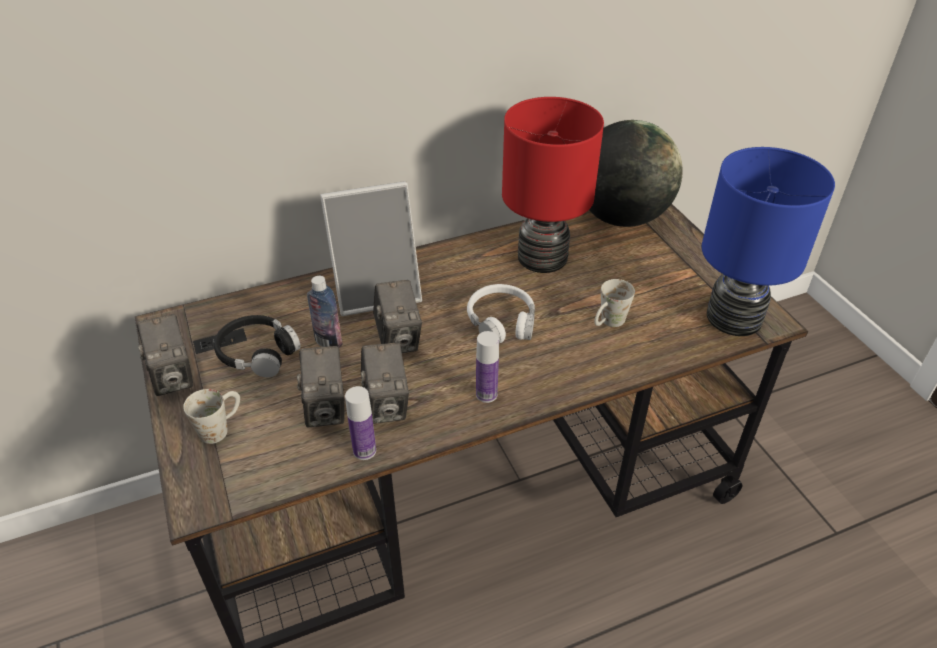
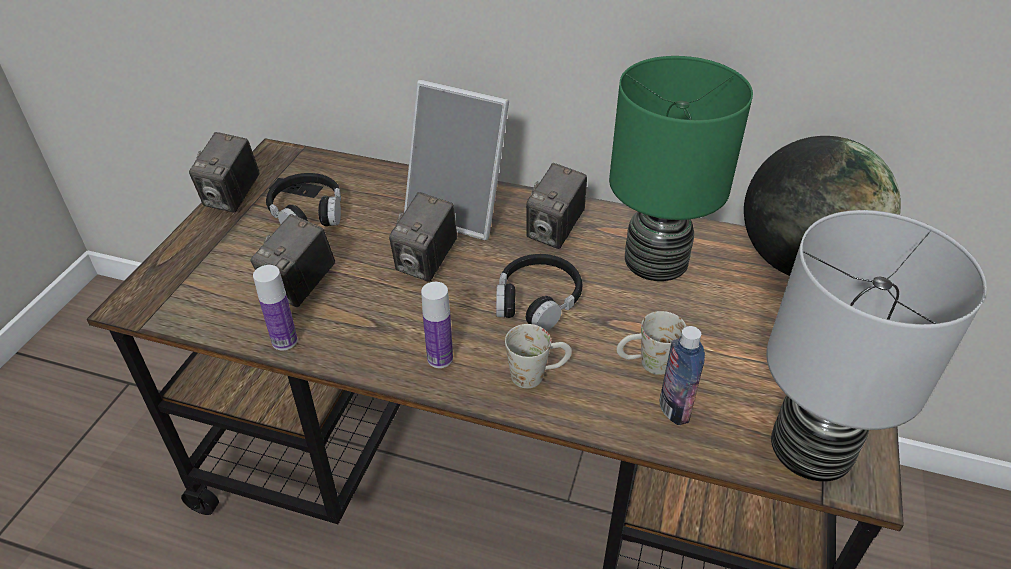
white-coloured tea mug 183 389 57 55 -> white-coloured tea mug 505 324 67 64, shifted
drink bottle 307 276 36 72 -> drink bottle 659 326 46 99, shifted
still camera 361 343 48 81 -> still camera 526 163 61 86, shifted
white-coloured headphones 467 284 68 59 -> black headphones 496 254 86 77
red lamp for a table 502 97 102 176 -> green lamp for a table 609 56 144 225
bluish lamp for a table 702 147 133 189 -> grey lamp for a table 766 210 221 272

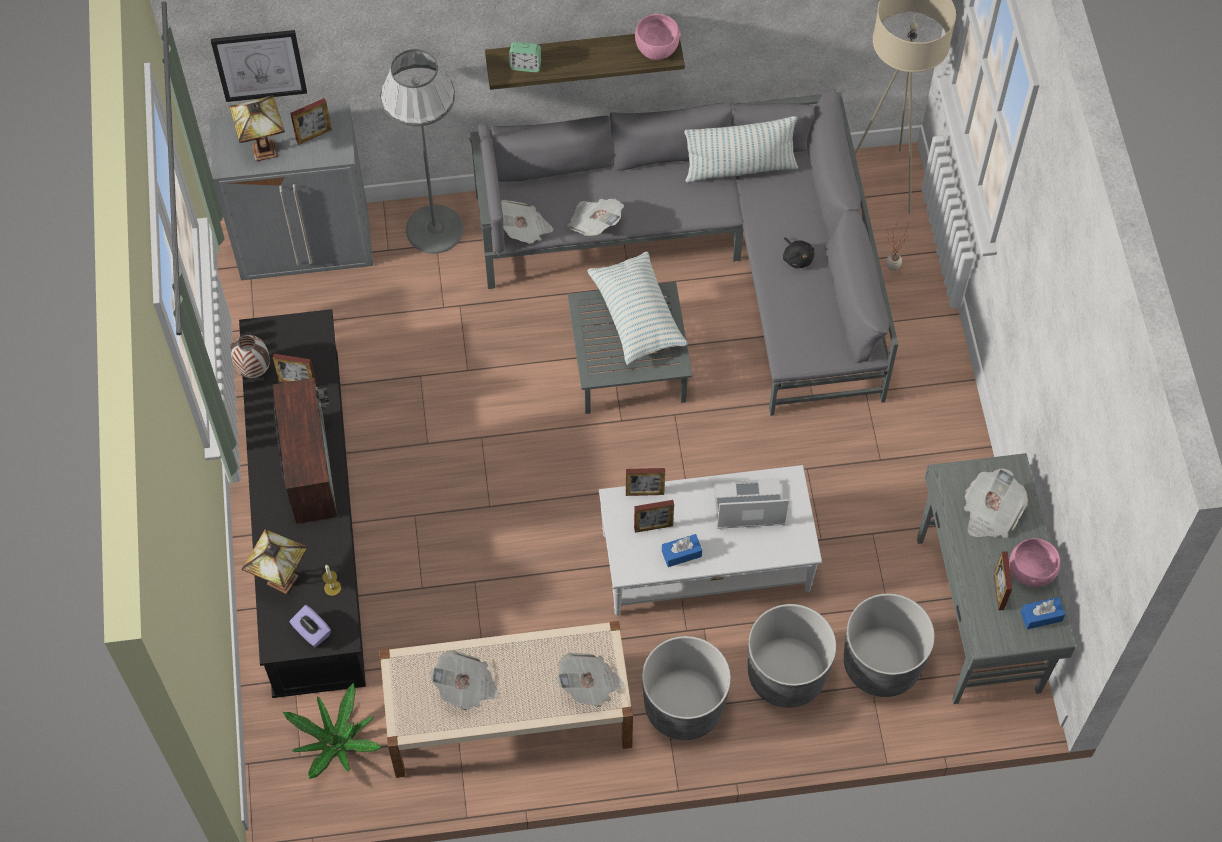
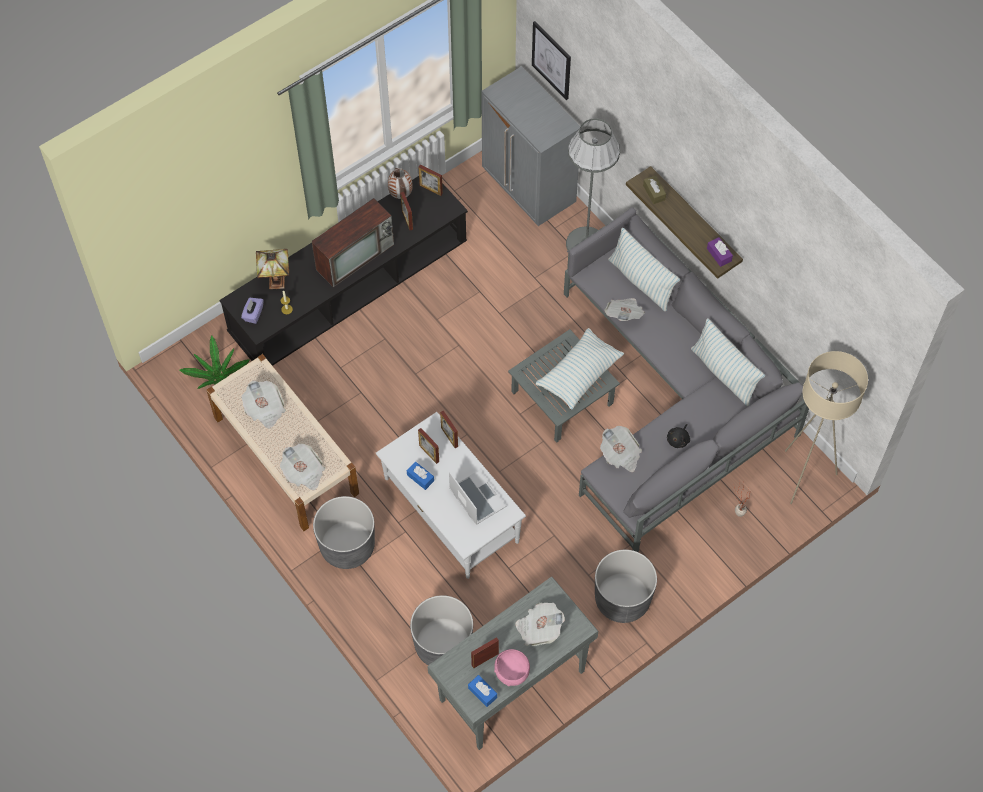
lamp for a table 230 95 55 66 -> none
none -> pillow 608 228 72 83
picture frame 290 98 42 47 -> picture frame 418 165 25 31, shifted
newspaper 501 200 52 44 -> newspaper 600 426 42 46, shifted
grey flower pot 748 604 88 104 -> grey flower pot 595 550 62 73, shifted
alarm clock 509 42 32 30 -> brownish tissue box 643 175 23 29
pink-coloured deep dish 635 14 46 46 -> purple tissue box 707 237 26 30

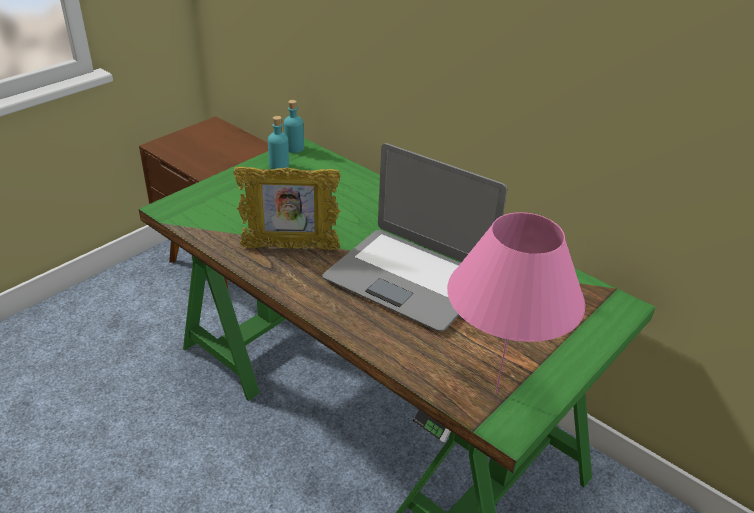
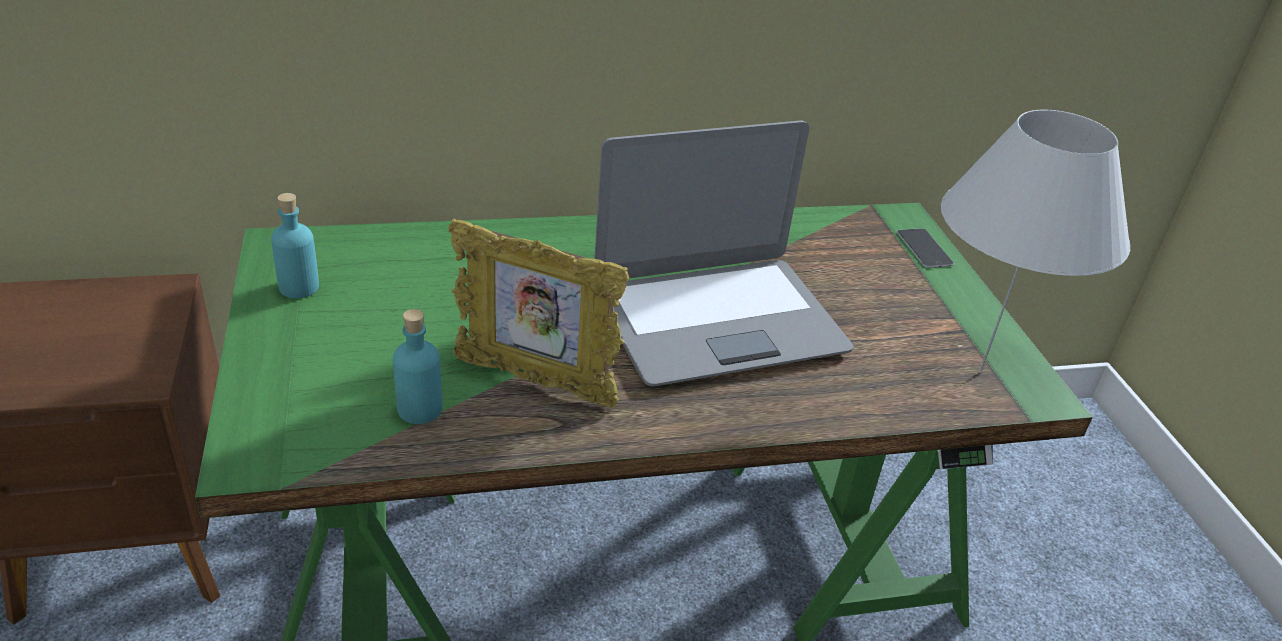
none -> telephone 897 228 57 40
turquoise drink bottle 284 100 20 53 -> turquoise drink bottle 393 309 49 115, shifted
pink-coloured lamp for a table 447 212 138 182 -> white-coloured lamp for a table 941 110 189 263
picture frame 233 167 108 83 -> picture frame 448 219 181 189, 75 degrees clockwise

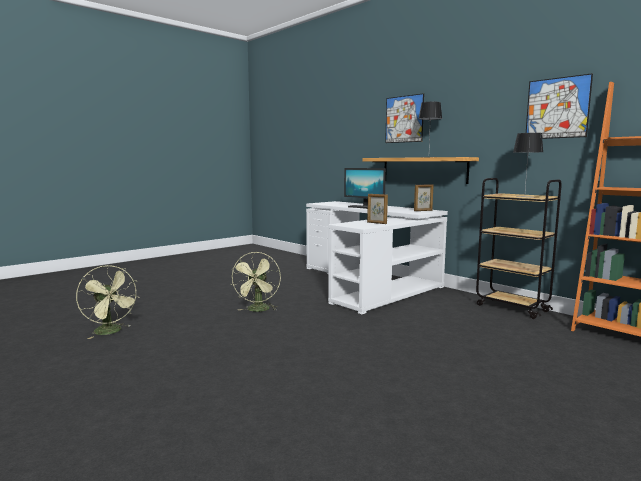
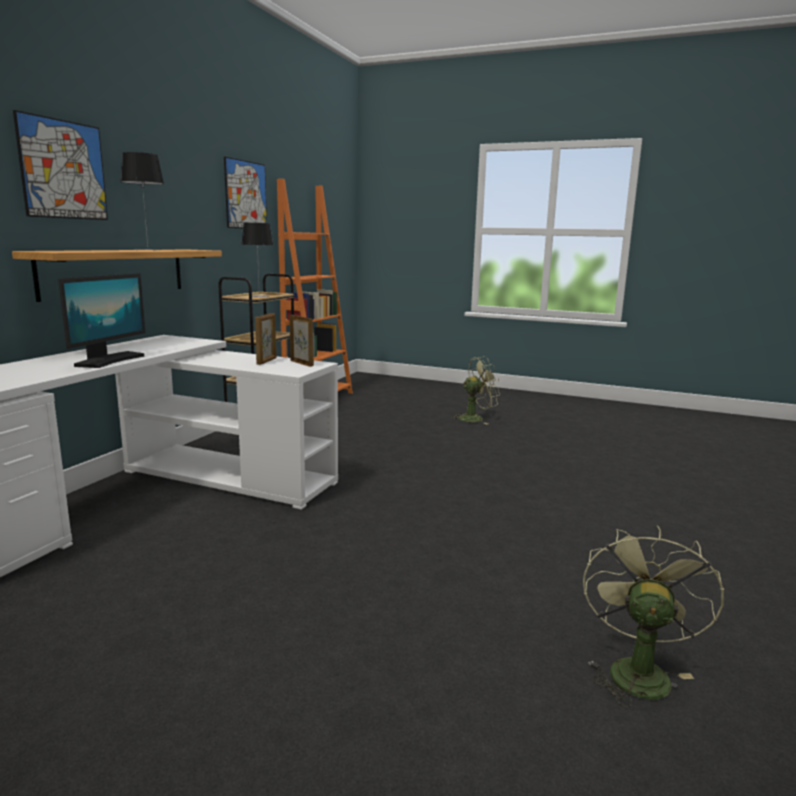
green cooling fan 231 252 50 60 -> green cooling fan 451 356 49 68, shifted
picture frame 414 184 19 27 -> picture frame 289 315 25 52, shifted

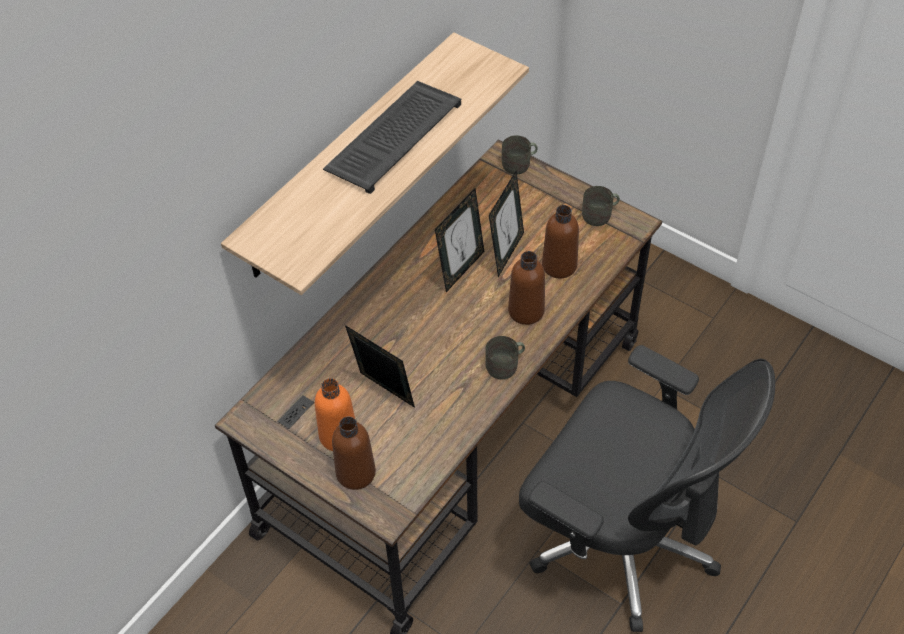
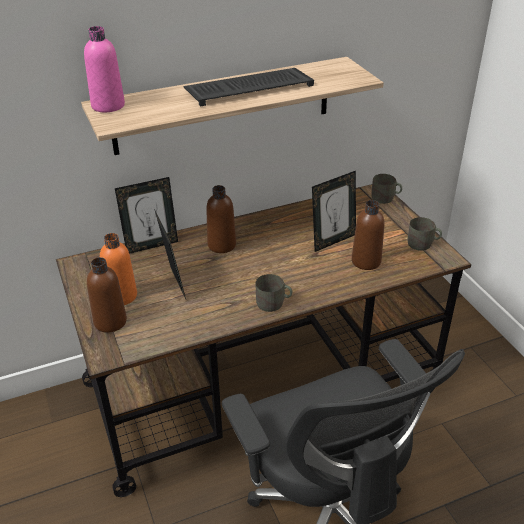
none -> pink-coloured drink bottle 84 26 41 86
picture frame 435 188 49 104 -> picture frame 115 177 63 77, shifted
brownish drink bottle 508 251 37 74 -> brownish drink bottle 206 185 30 68, shifted

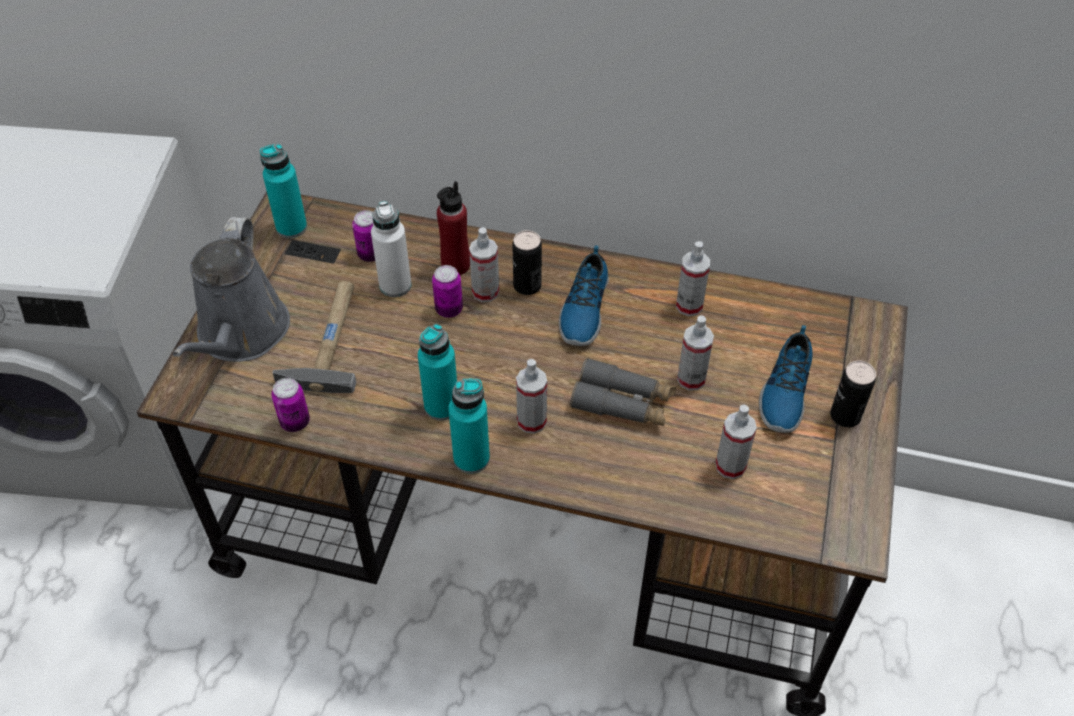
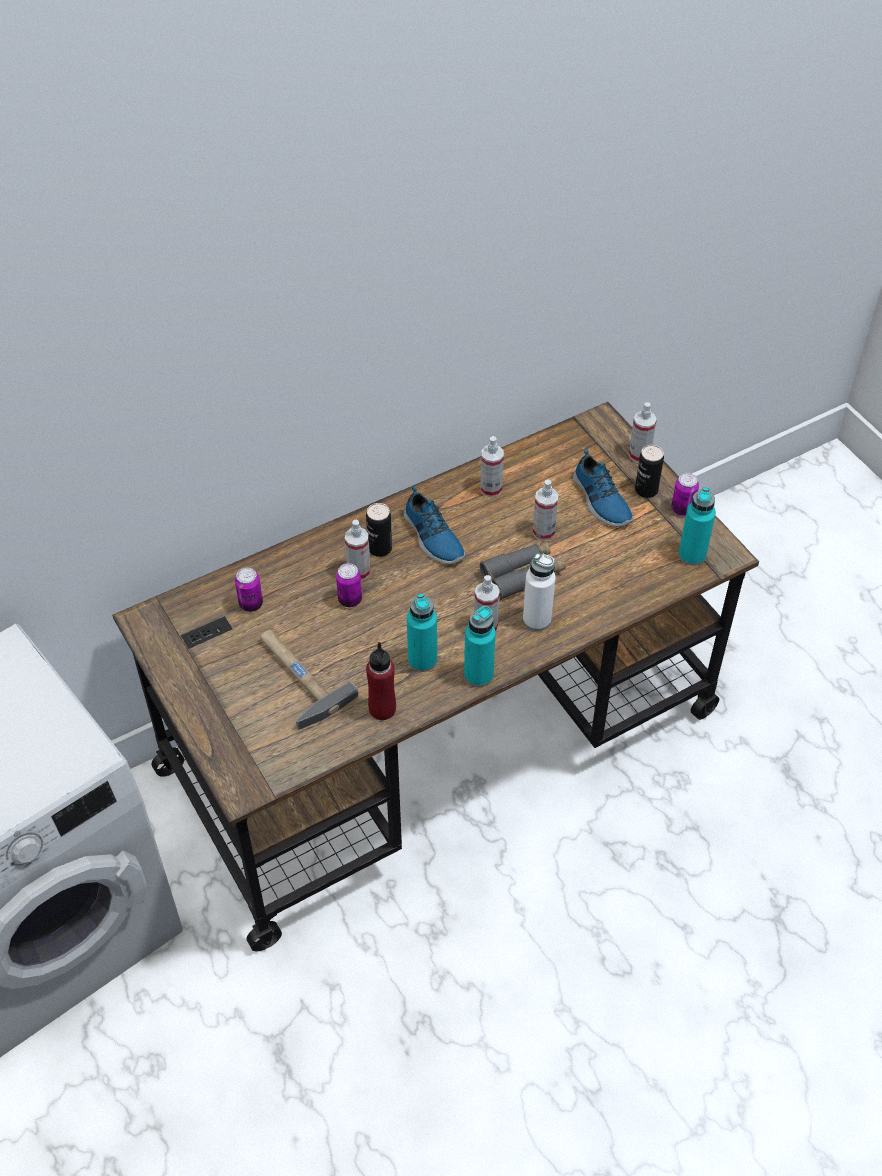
grey sprinkling can 173 217 117 145 -> none
turquoise drink bottle 260 144 47 94 -> turquoise drink bottle 678 487 38 79, shifted
sealed can 271 378 39 54 -> sealed can 671 473 28 43, shifted
white-coloured drink bottle 371 201 41 96 -> white-coloured drink bottle 523 553 32 78, shifted
red drink bottle 437 181 33 94 -> red drink bottle 366 642 30 78, shifted
hand sprayer 715 404 42 75 -> hand sprayer 629 402 28 61, shifted

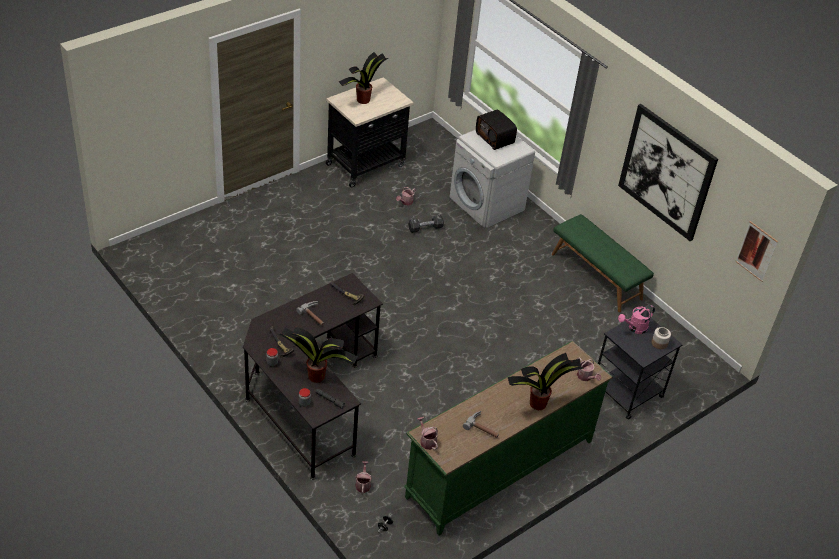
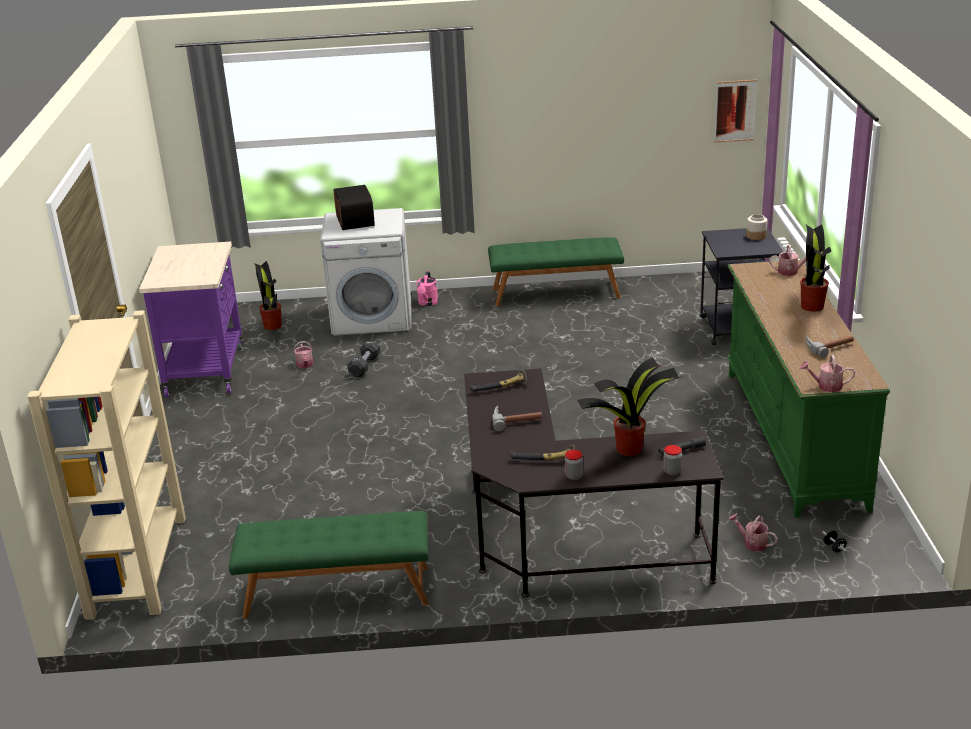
wall art 618 104 100 137 -> none
none -> beige bookcase 27 310 159 310
none -> green bench 229 511 200 108
plant in a pot 339 52 49 52 -> plant in a pot 254 261 28 69, shifted
pink-coloured sprinkling can 618 305 37 29 -> pink-coloured sprinkling can 416 271 23 35, shifted
black trolley 326 77 88 111 -> purple trolley 139 242 104 156
radio 476 110 41 40 -> radio 333 185 42 45, 105 degrees counterclockwise

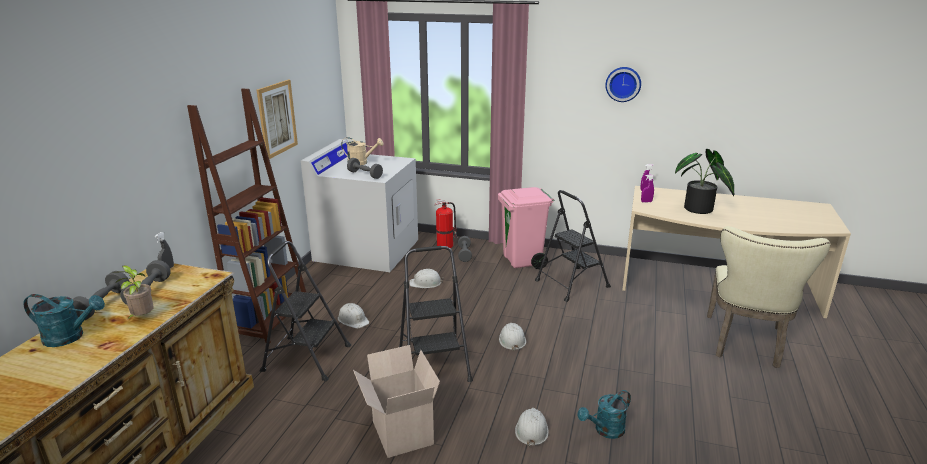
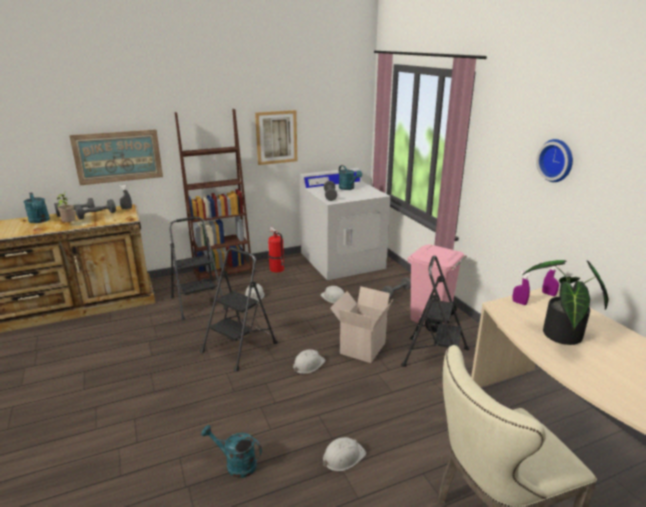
none -> wall art 69 129 94 56
carton 353 345 87 113 -> carton 330 286 63 77, shifted
extinguisher 435 199 22 49 -> extinguisher 268 227 16 45, shifted
white-coloured work helmet 515 408 34 39 -> white-coloured work helmet 323 437 43 34, shifted
beige sprinkling can 341 137 42 28 -> turquoise sprinkling can 339 165 23 25

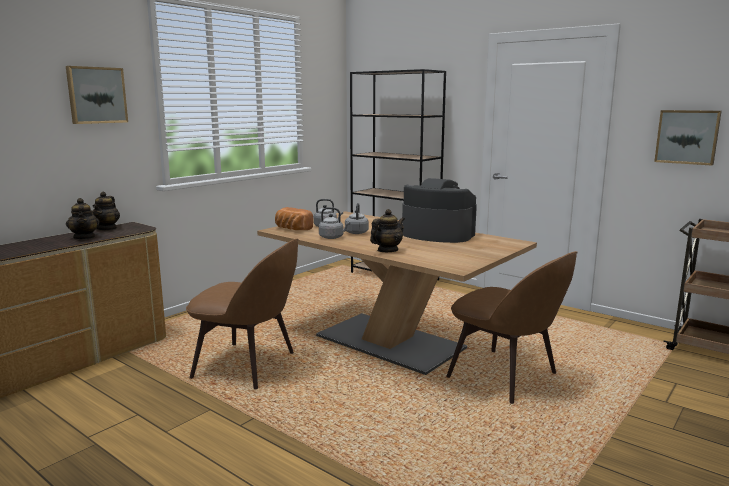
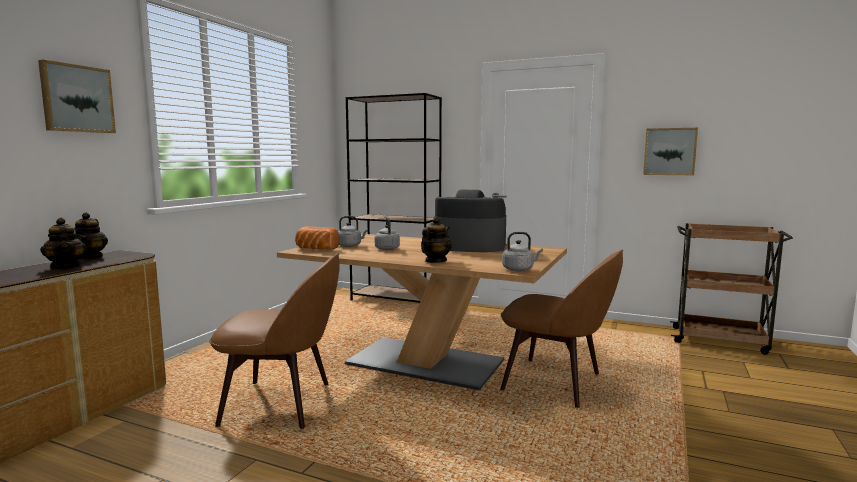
grey water kettle 319 207 31 32 -> grey water kettle 502 232 41 39, shifted

